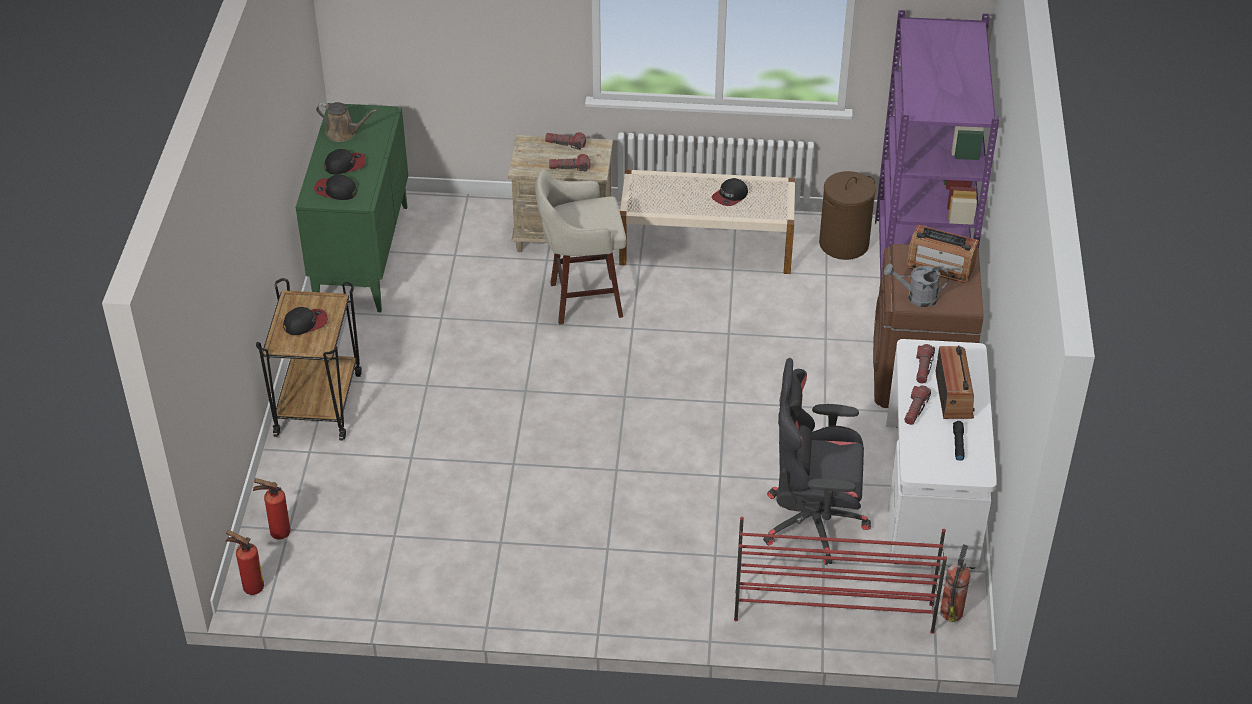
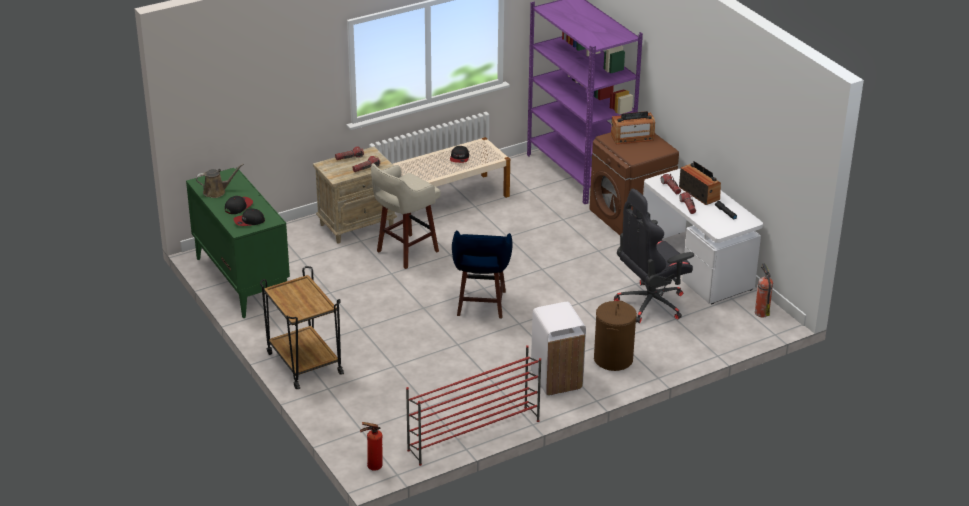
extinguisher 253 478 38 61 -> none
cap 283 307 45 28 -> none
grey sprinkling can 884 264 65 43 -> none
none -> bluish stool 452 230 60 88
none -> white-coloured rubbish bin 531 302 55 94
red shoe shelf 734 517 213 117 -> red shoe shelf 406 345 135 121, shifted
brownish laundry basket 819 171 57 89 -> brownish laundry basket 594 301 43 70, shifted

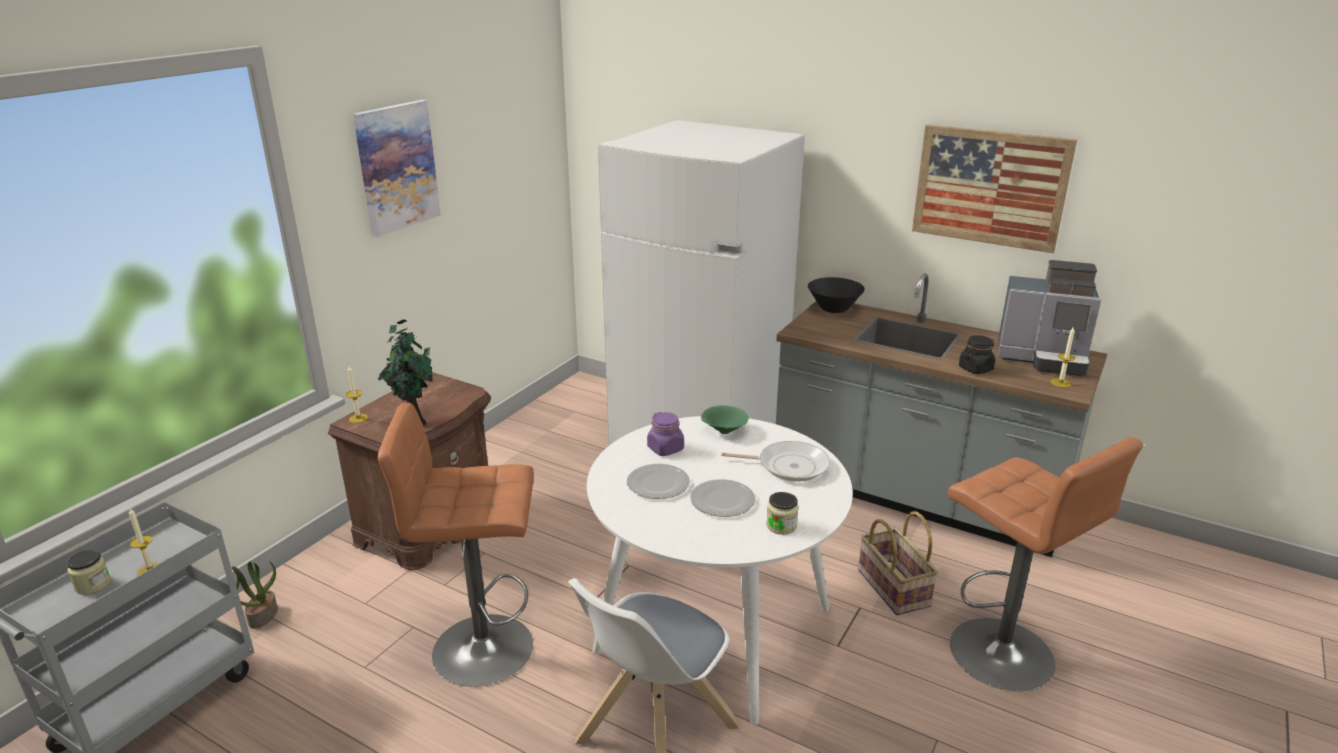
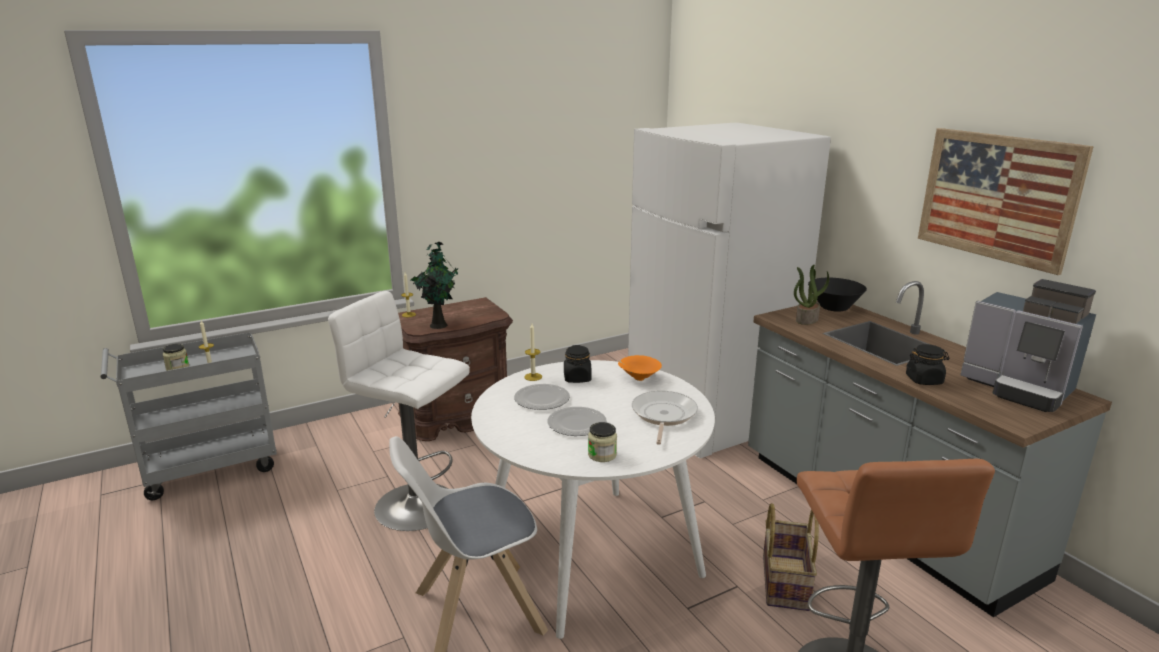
wall art 353 100 88 137 -> none
plant in a pot 232 561 46 68 -> plant in a pot 794 265 35 60, shifted
wax candle 1051 326 24 62 -> wax candle 524 324 18 57, shifted
brownish stool 377 402 157 285 -> white-coloured stool 328 291 142 240
purple storage jar 647 412 37 44 -> black storage jar 564 345 28 38
green deep dish 701 405 48 29 -> orange deep dish 618 355 44 26
skillet 721 441 109 41 -> skillet 632 391 66 54, 120 degrees counterclockwise

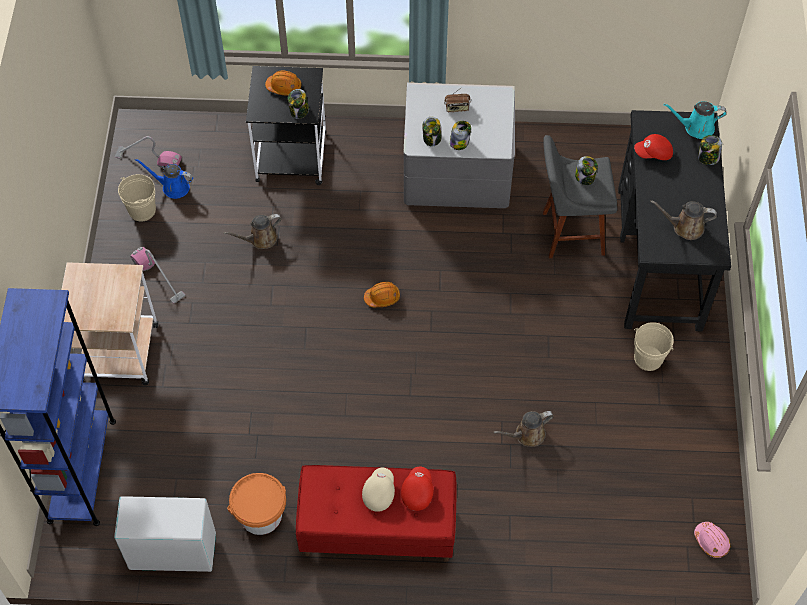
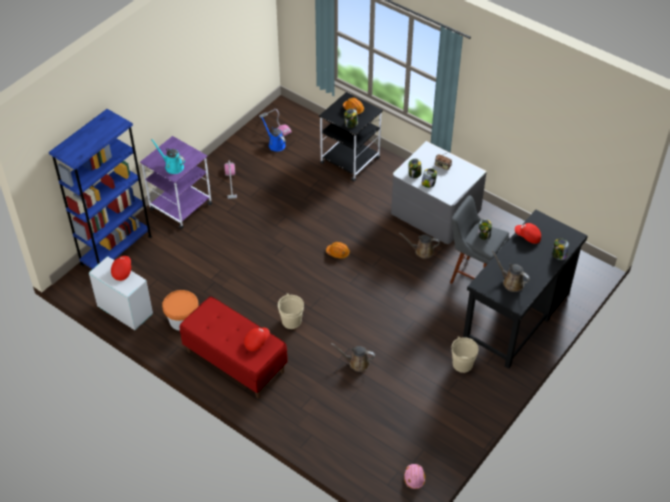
beige cap 362 468 33 44 -> none
none -> red cap 111 256 20 25
beige pail 118 174 38 47 -> beige pail 278 293 26 36, shifted
brownish sprinkling can 223 214 58 35 -> brownish sprinkling can 399 232 41 27, shifted
turquoise sprinkling can 664 101 63 38 -> turquoise sprinkling can 151 139 34 35, shifted
beige trolley 61 262 97 123 -> purple trolley 140 136 72 93

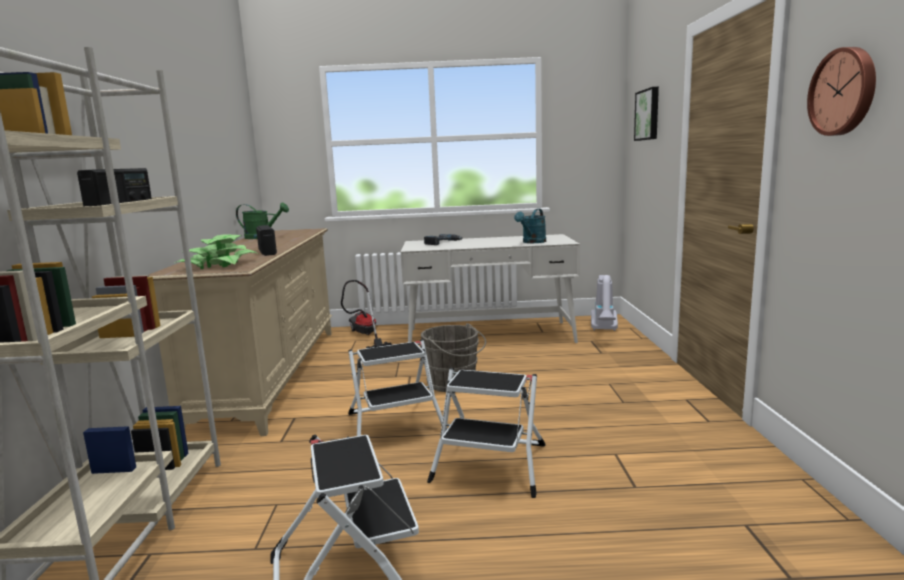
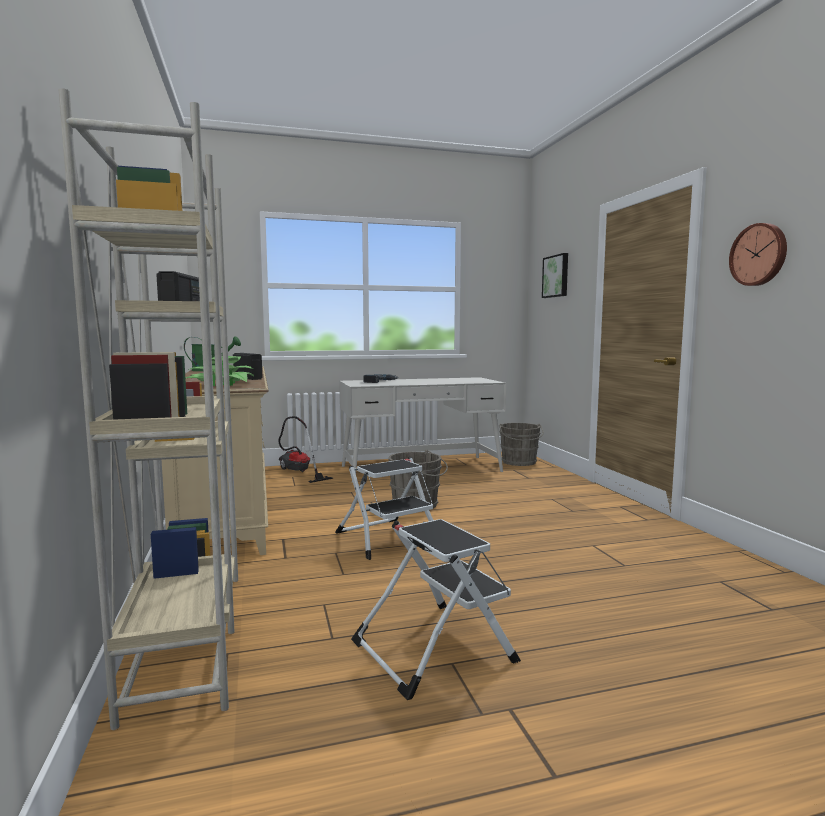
step ladder 427 368 119 130 -> none
turquoise sprinkling can 514 209 32 34 -> none
hoover 591 275 27 56 -> grey pail 499 423 45 43

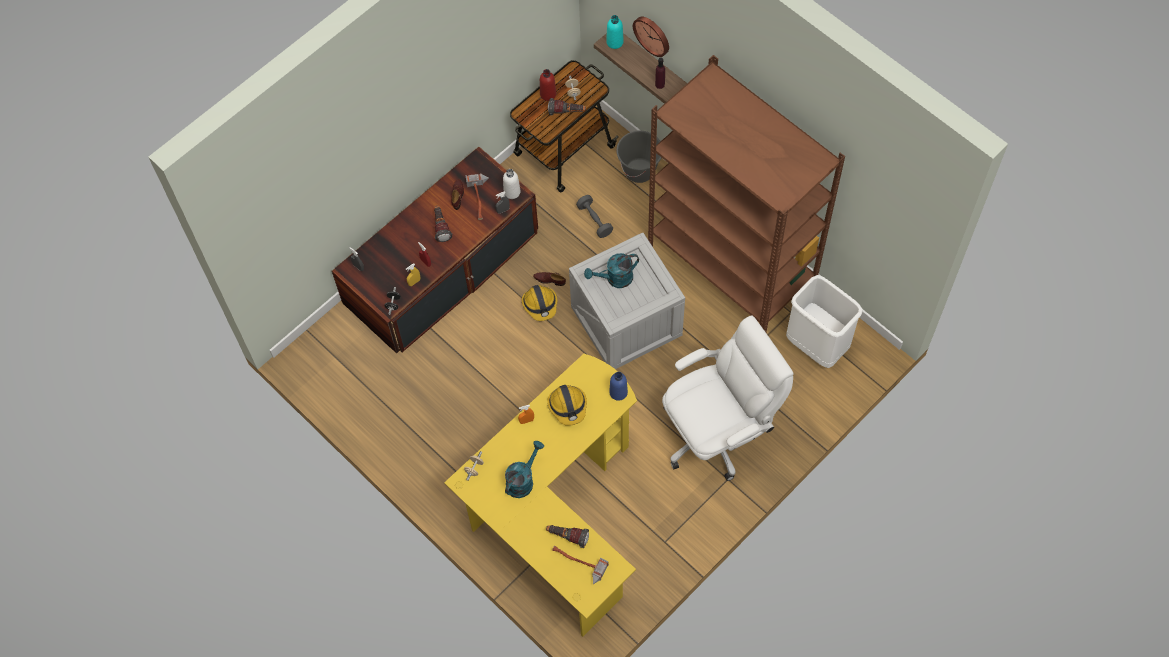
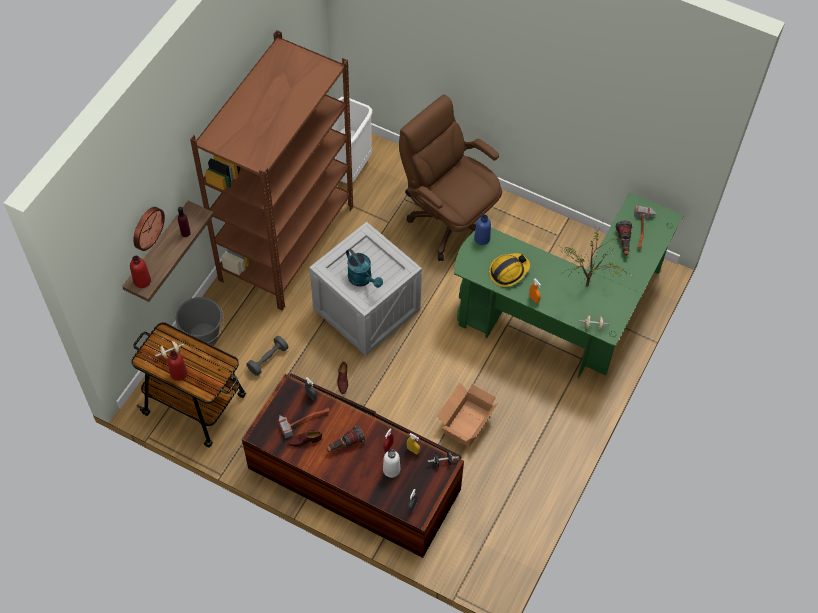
work helmet 522 285 35 36 -> none
torch 548 98 38 18 -> none
none -> carton 437 383 61 64
white-coloured drink bottle 503 169 18 30 -> white-coloured drink bottle 383 449 17 29, shifted
turquoise sprinkling can 505 441 39 57 -> plant in a pot 558 218 75 69
yellow desk unit 444 354 193 283 -> green desk unit 454 192 230 186
turquoise drink bottle 606 15 18 34 -> red drink bottle 130 256 21 32
white-coloured office chair 662 315 131 166 -> brownish office chair 399 95 103 166

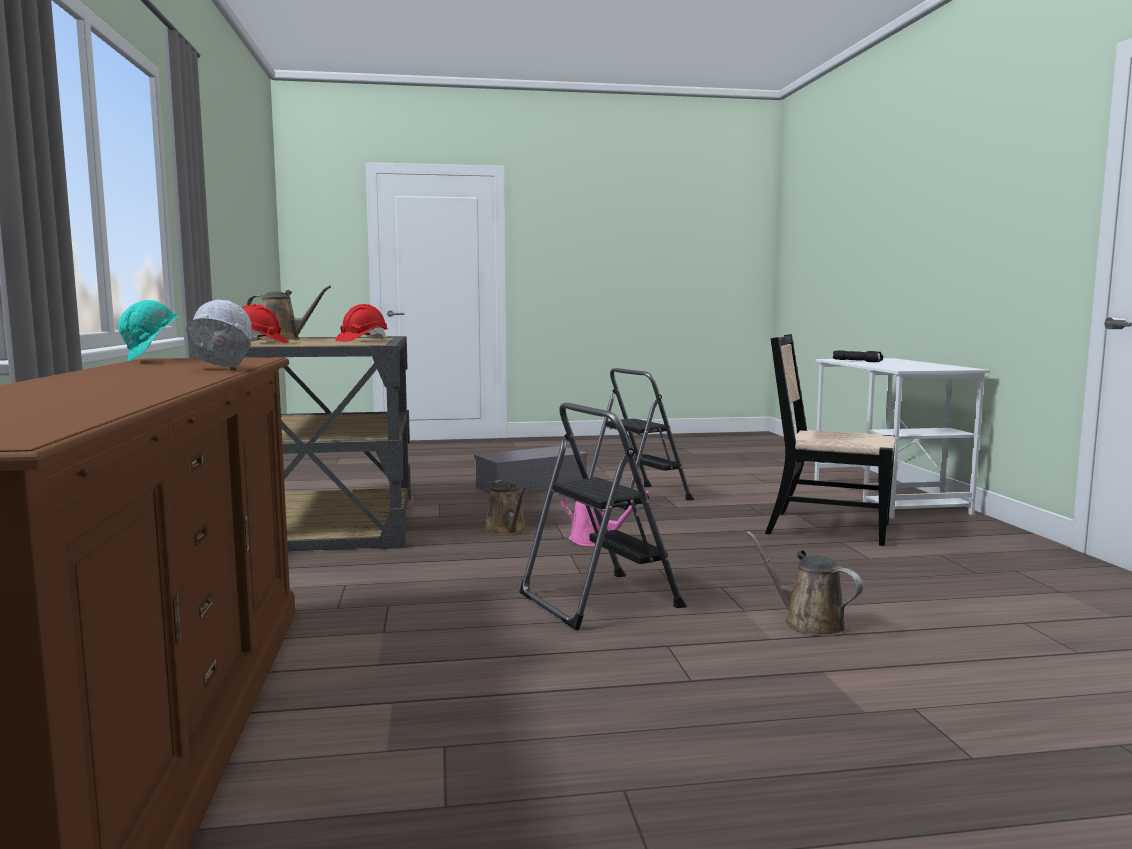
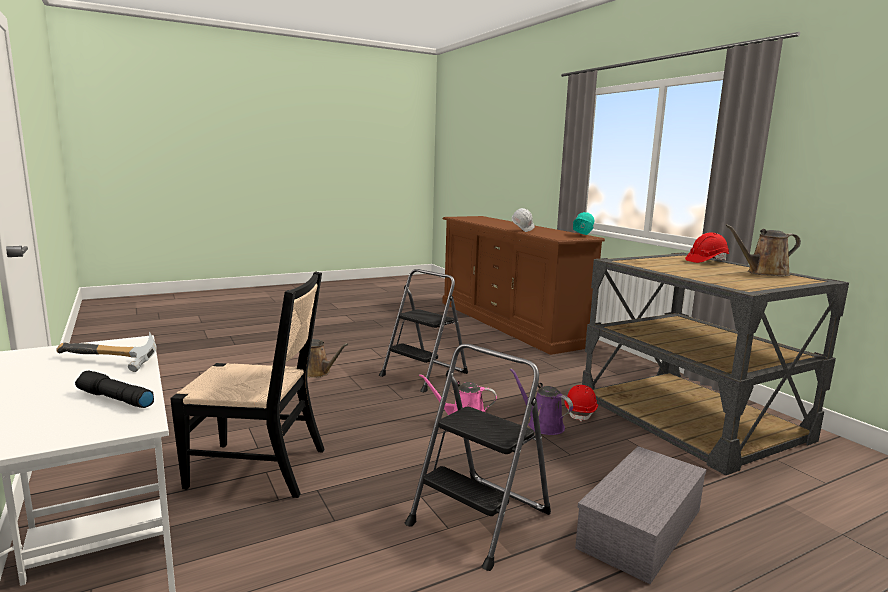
none -> tool hammer 56 332 101 40
red work helmet 335 304 53 37 -> red work helmet 564 385 34 37, shifted
brownish sprinkling can 484 480 42 55 -> purple sprinkling can 510 368 63 67

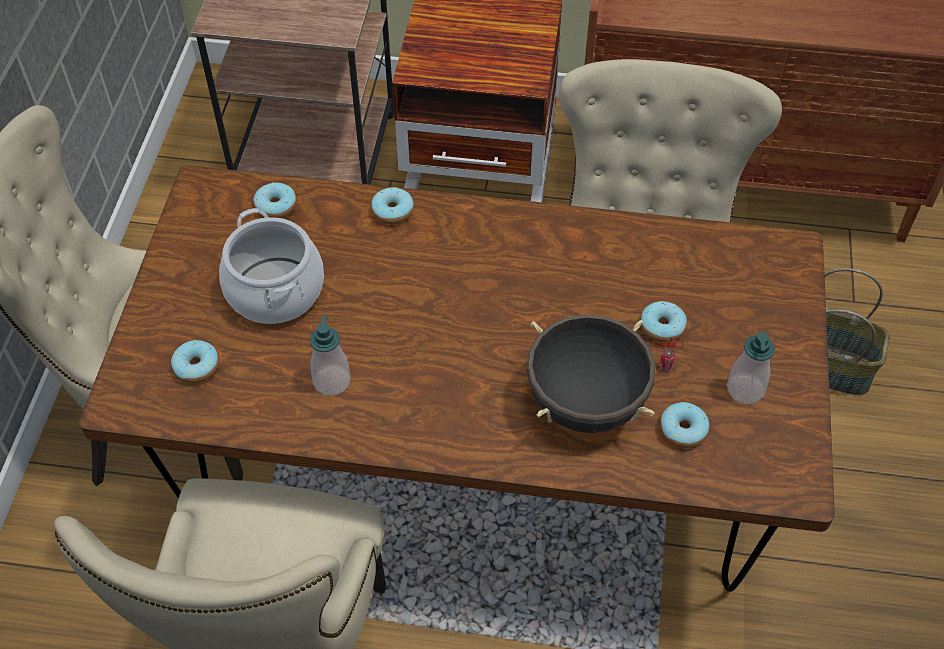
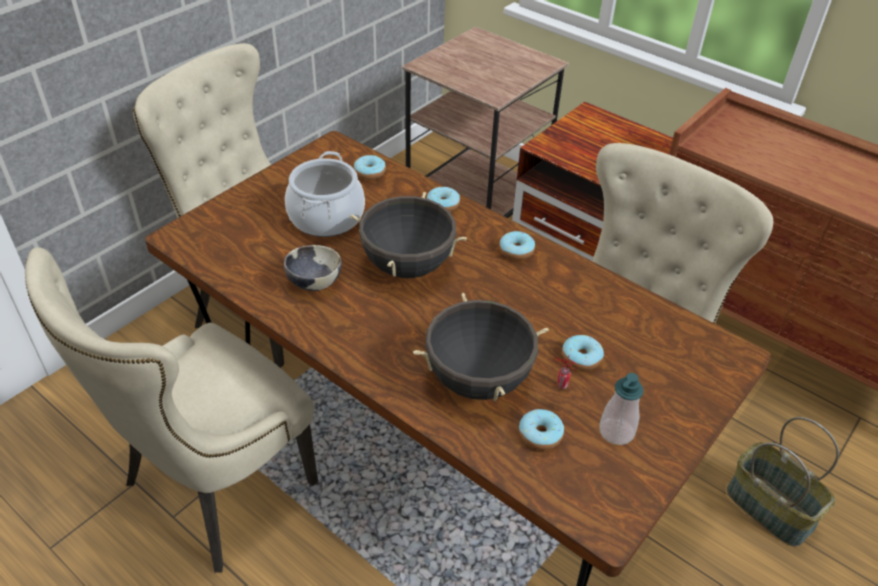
none -> black stockpot 350 192 117 86
ring doughnut 171 340 48 43 -> ring doughnut 499 231 36 29, shifted
soap bottle 310 315 41 81 -> deep dish 284 245 58 46

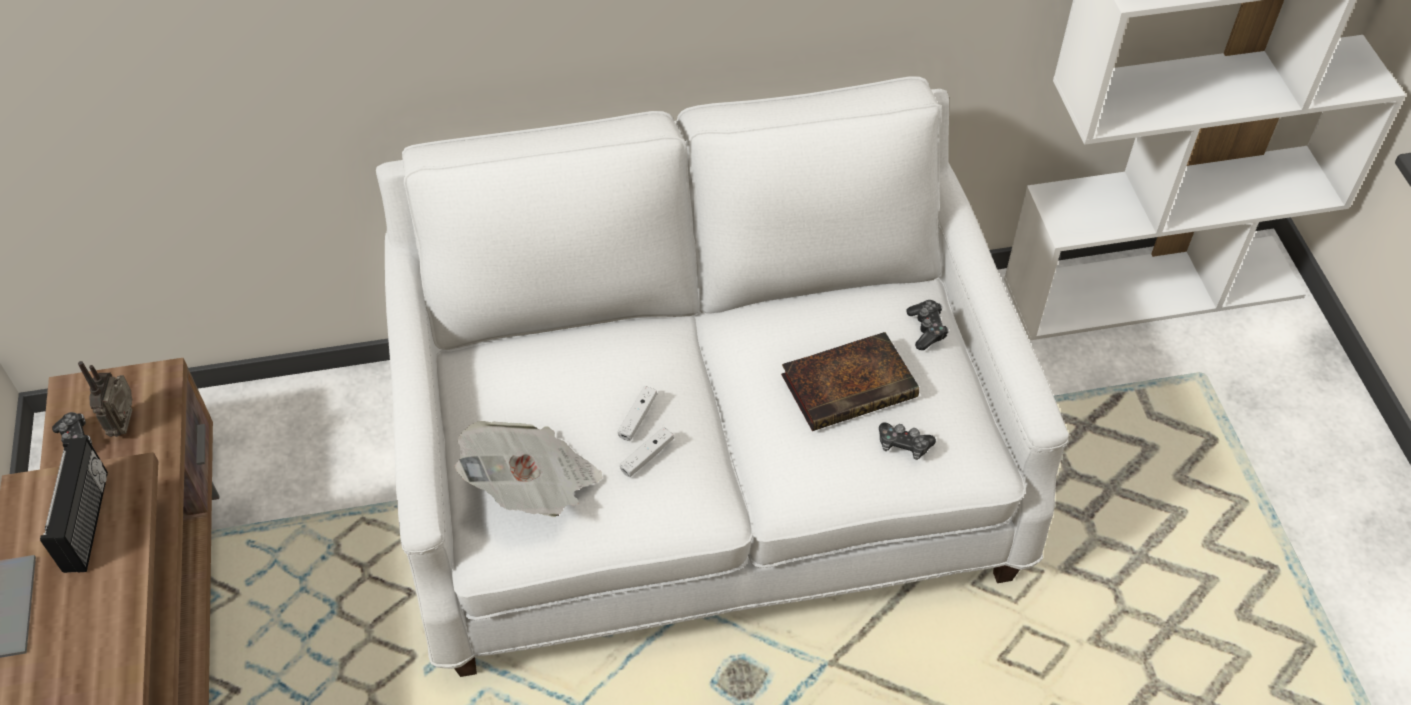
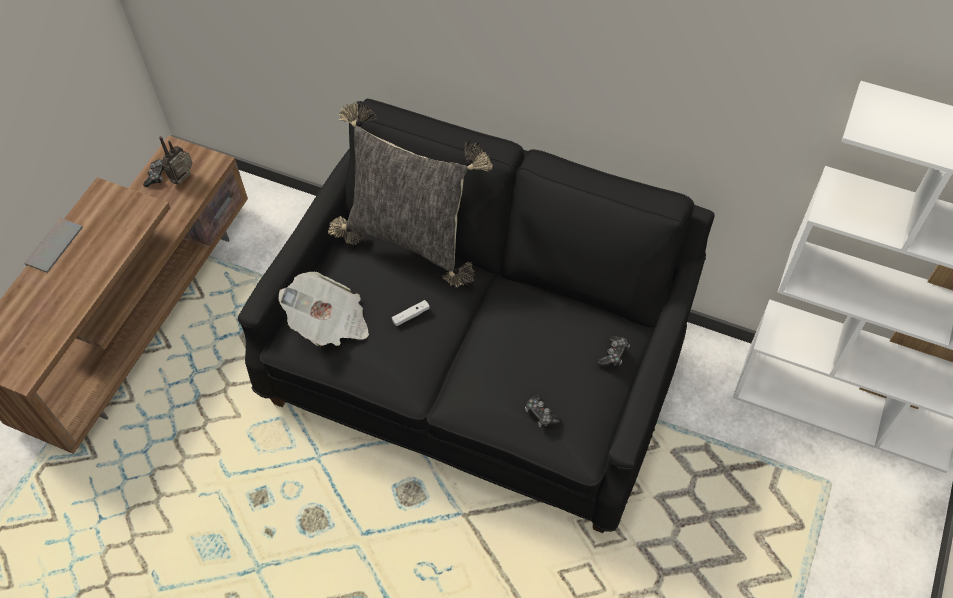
radio 40 437 68 136 -> none
white-coloured gamepad 620 427 54 50 -> none
volume 781 332 138 99 -> none
none -> pillow 328 102 164 185
white-coloured sofa 376 76 693 601 -> black sofa 238 99 477 434

